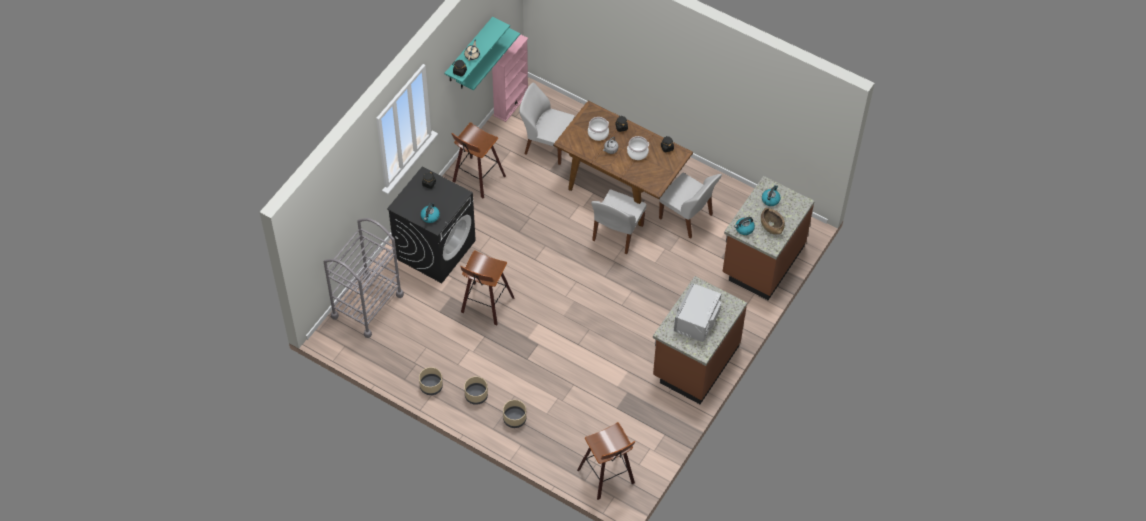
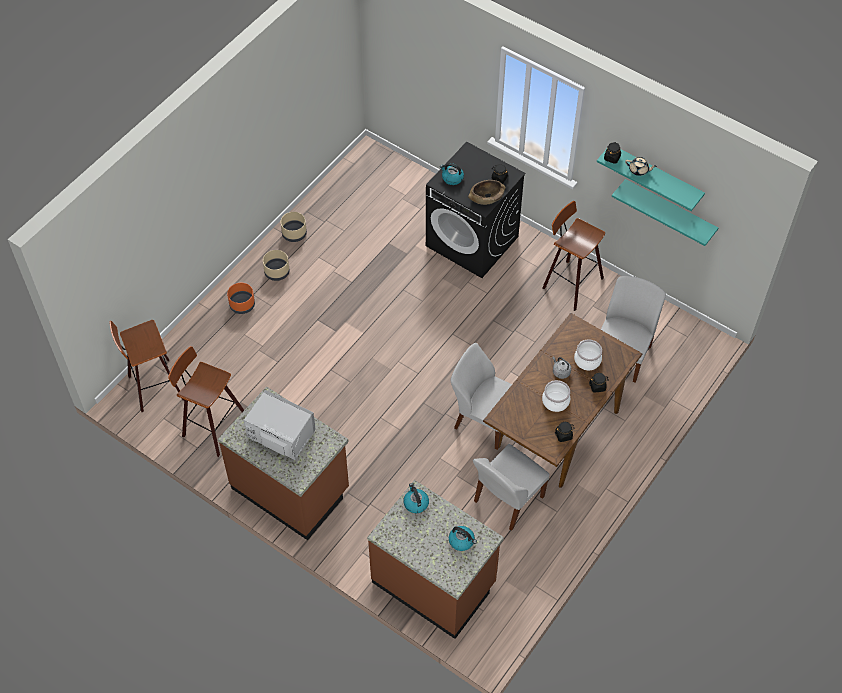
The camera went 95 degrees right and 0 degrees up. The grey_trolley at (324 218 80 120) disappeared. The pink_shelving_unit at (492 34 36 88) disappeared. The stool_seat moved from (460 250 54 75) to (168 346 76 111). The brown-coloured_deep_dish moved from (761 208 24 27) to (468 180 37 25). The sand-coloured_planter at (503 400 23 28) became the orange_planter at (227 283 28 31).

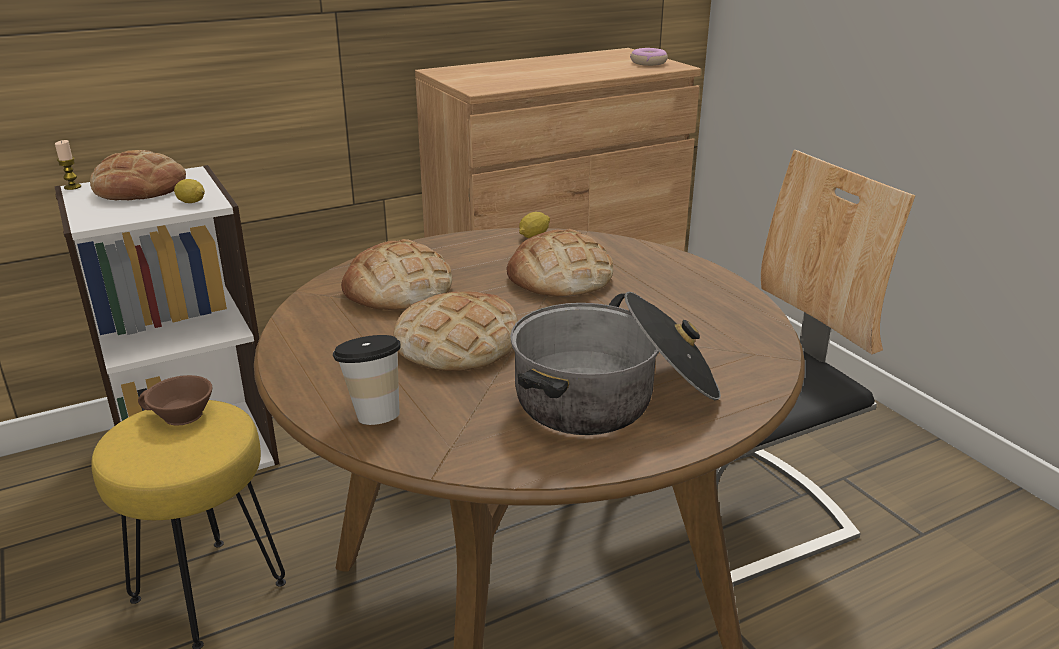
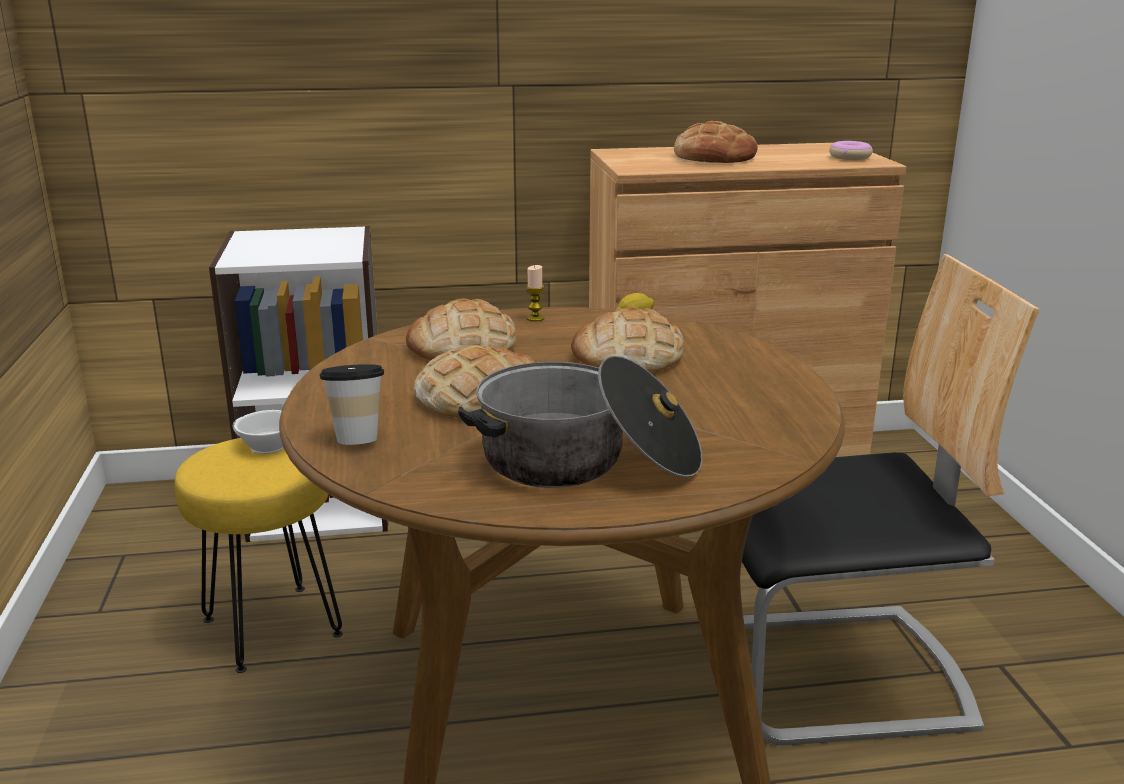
The camera went 20 degrees right and 5 degrees down. The lemon at (174 179 31 24) disappeared. The wax_light moved from (55 140 26 50) to (526 265 18 57). The baked_bread moved from (90 150 96 51) to (674 121 84 42). The brown-coloured_cup at (138 375 74 51) became the whitish_cup at (233 410 51 44).

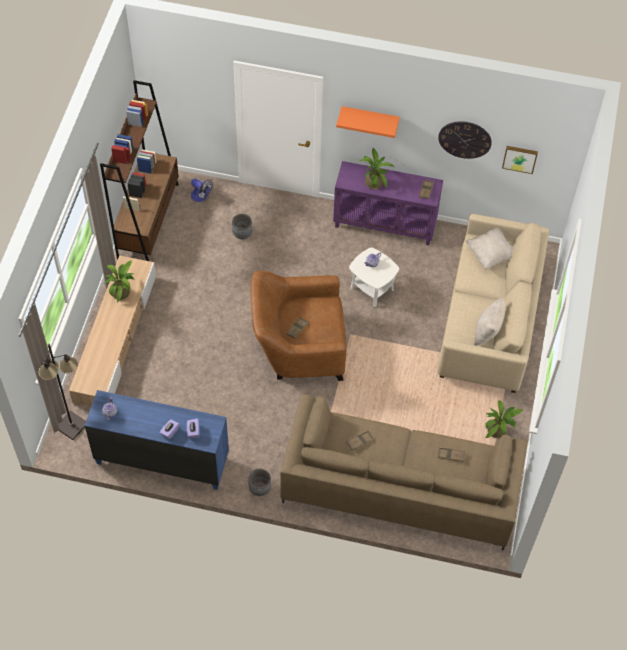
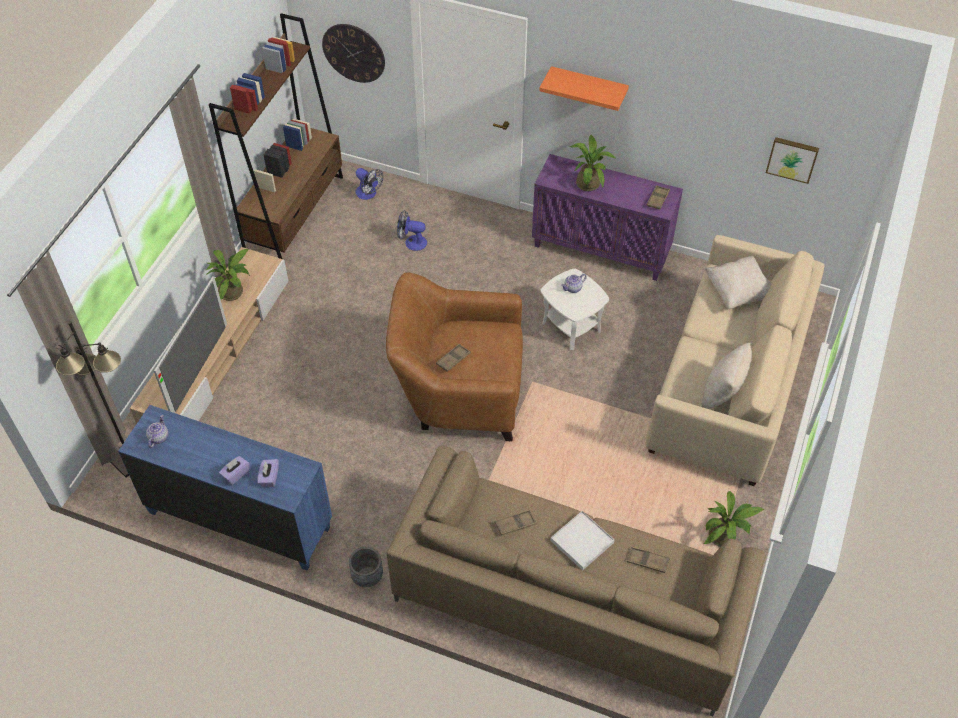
The camera went 10 degrees right and 5 degrees down. The TV_set at (154 276 73 137) appeared. The whitish_carrying_tray at (550 511 64 59) appeared. The hanging_clock moved from (438 121 54 38) to (322 24 63 59). The grey_planter at (232 214 20 25) was replaced by the cooling_fan at (397 210 30 41).

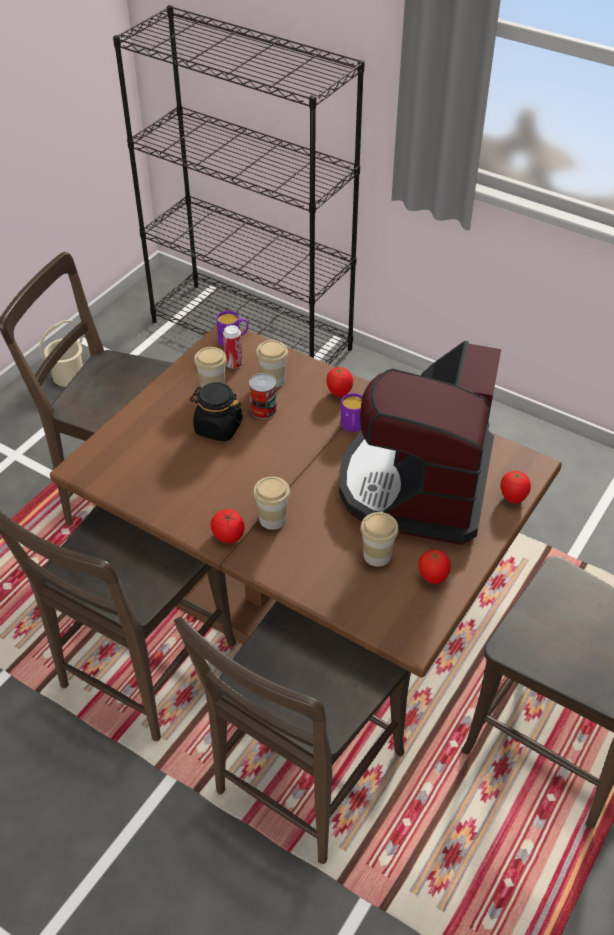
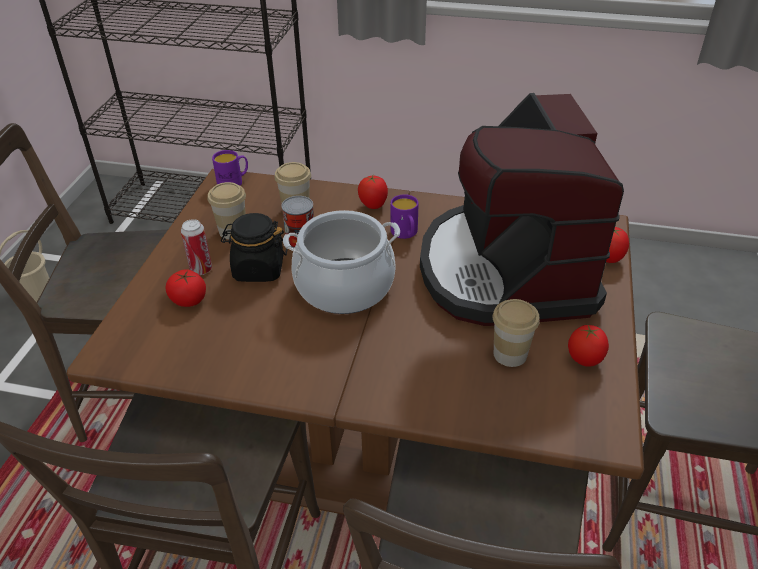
The camera went 20 degrees left and 5 degrees down. The cup at (253 476 37 54) disappeared. The stockpot at (283 210 117 104) appeared. The fresh_tomato moved from (211 509 34 34) to (165 269 41 38). The sealed_can moved from (223 325 20 44) to (181 219 31 56).

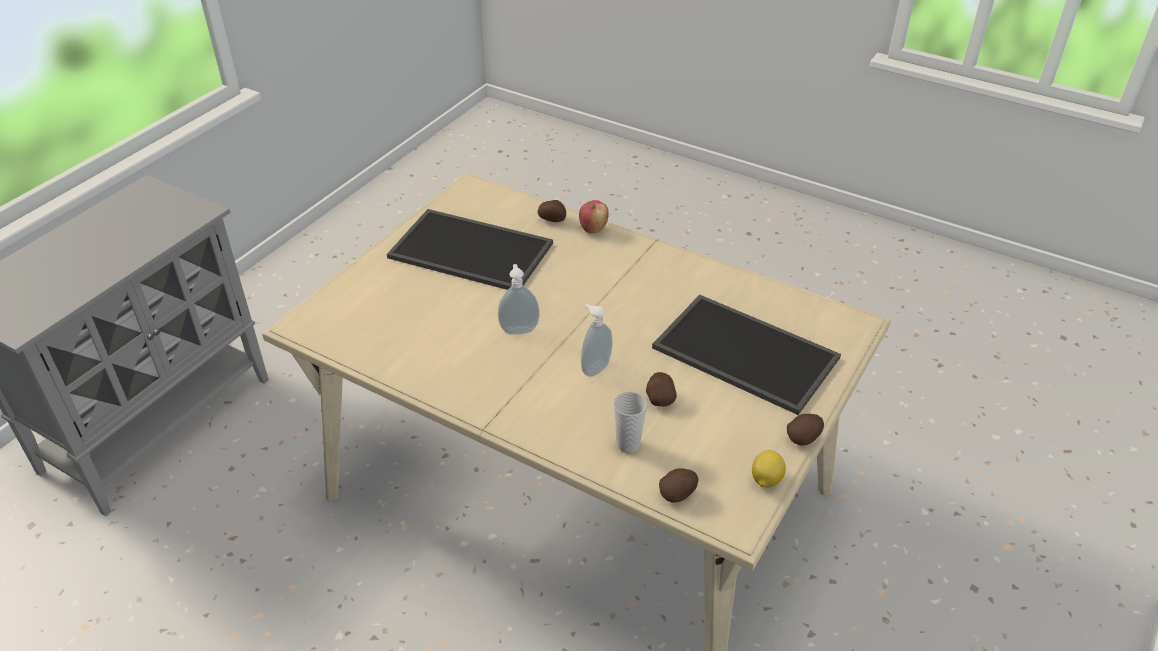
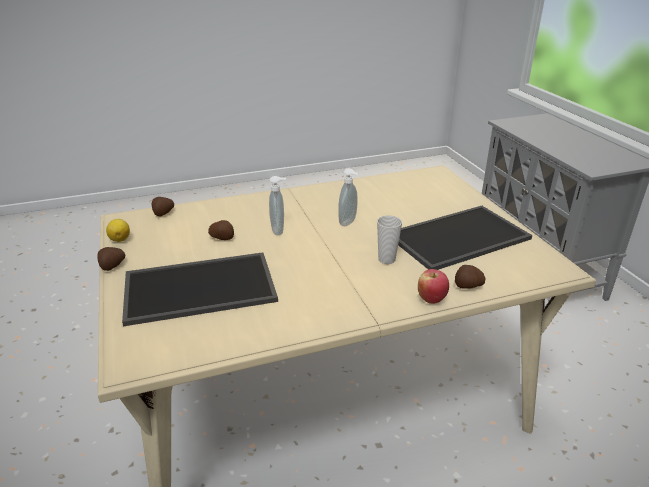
The camera went 130 degrees right and 10 degrees down. The cup moved from (614 392 33 61) to (377 215 25 49).

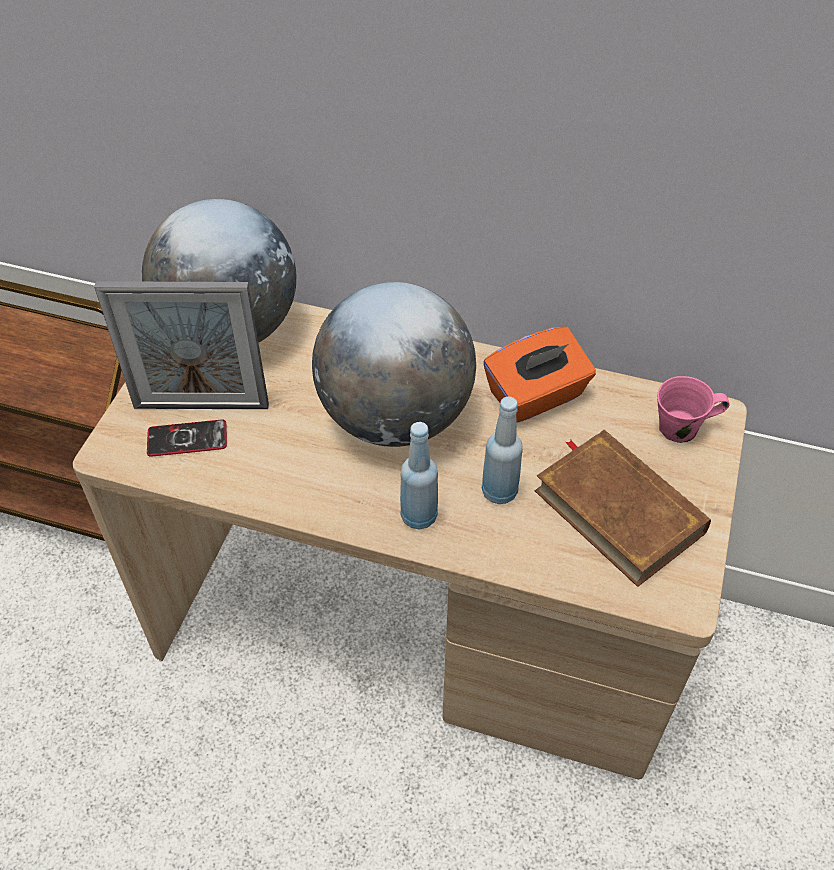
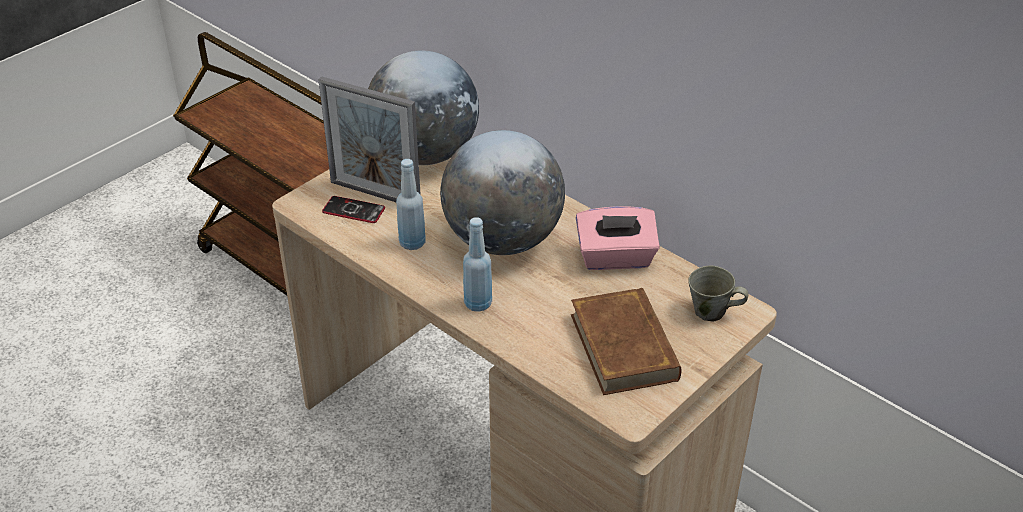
The camera went 25 degrees right and 10 degrees down. The blue_bottle moved from (482 396 41 108) to (396 159 30 91). The orange_tissue_box at (483 326 113 97) became the pink_tissue_box at (576 206 84 64). The pink_coffee_mug at (657 376 73 67) became the grey_coffee_mug at (688 266 61 56).

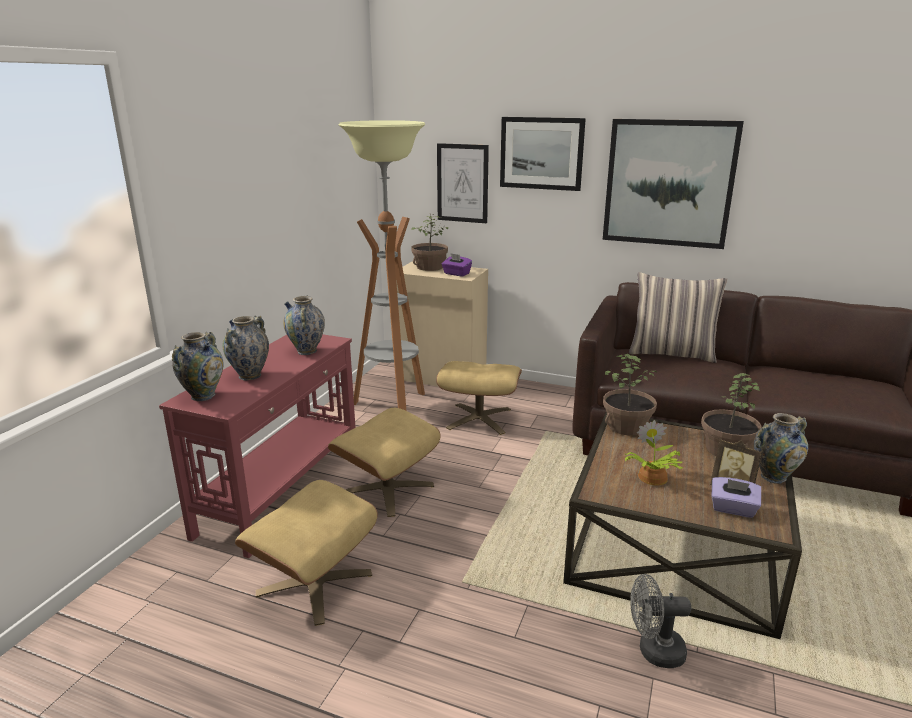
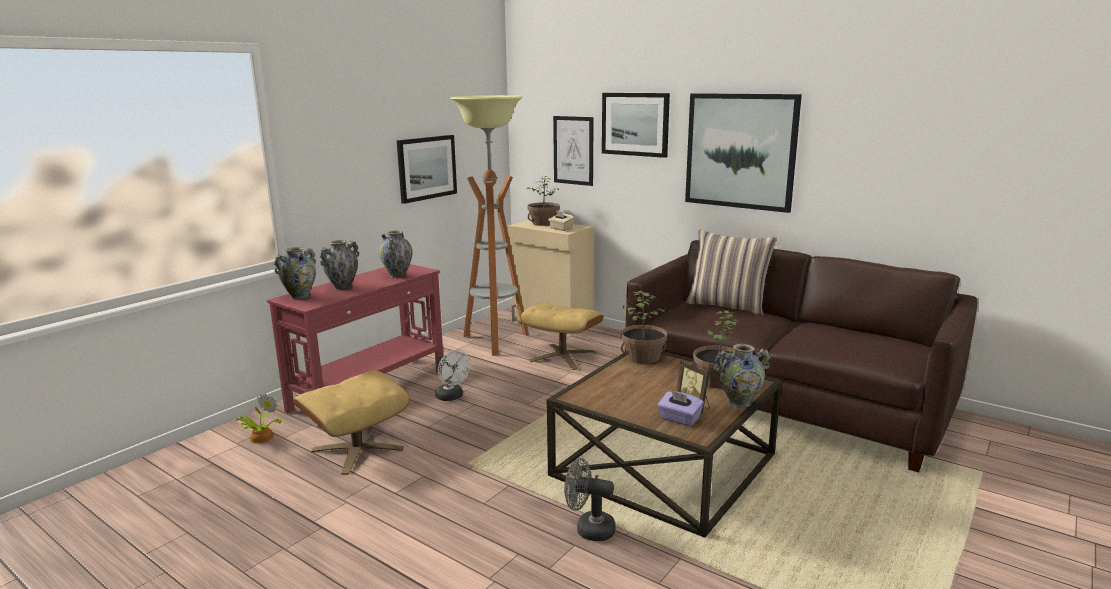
The camera went 15 degrees right and 5 degrees down. The picture at (397 135 60 69) appeared. The plant_in_a_pot moved from (624 420 59 66) to (235 394 47 50). The sand-coloured_ottoman at (328 408 113 109) was replaced by the whitish_cooling_fan at (435 350 36 51). The purplish_tissue_box at (442 253 30 24) became the sand-coloured_tissue_box at (548 210 27 21).

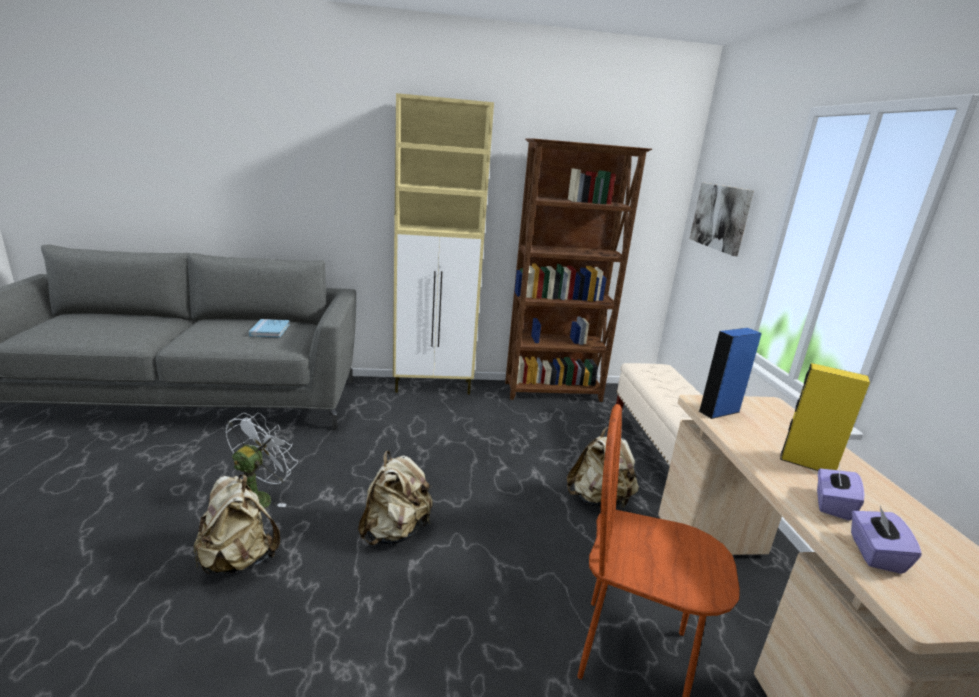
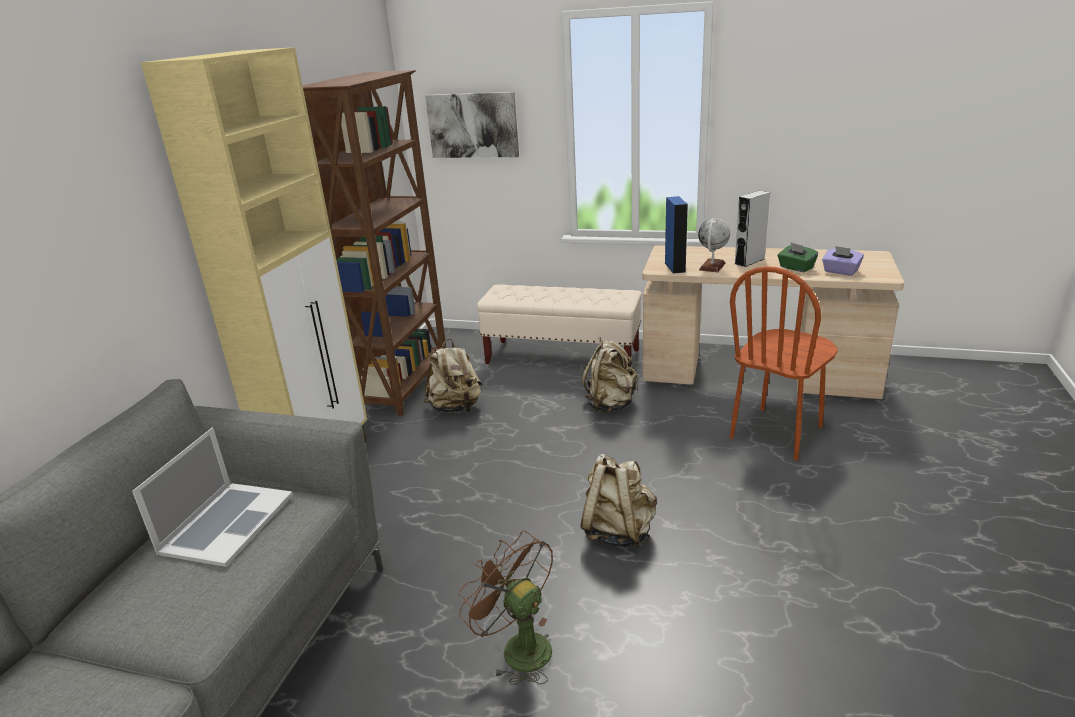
The camera went 65 degrees left and 5 degrees up. The world_globe at (698 218 32 54) appeared. The sand-coloured_knapsack moved from (194 475 86 100) to (423 338 59 75). The blue_volume at (249 319 41 19) was replaced by the portable_computer at (132 427 161 140). The whitish_cooling_fan at (225 413 73 99) became the brown-coloured_cooling_fan at (459 531 94 155). The yellow-coloured_audio_speaker at (780 363 90 108) became the grey_audio_speaker at (735 191 35 76). The purplish_tissue_box at (817 465 48 55) became the greenish_tissue_box at (778 242 40 30).

